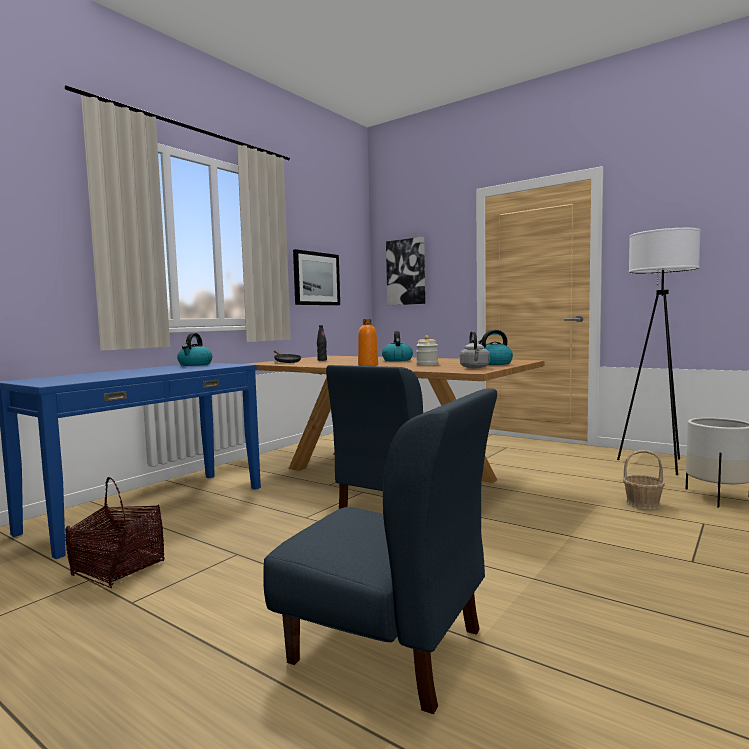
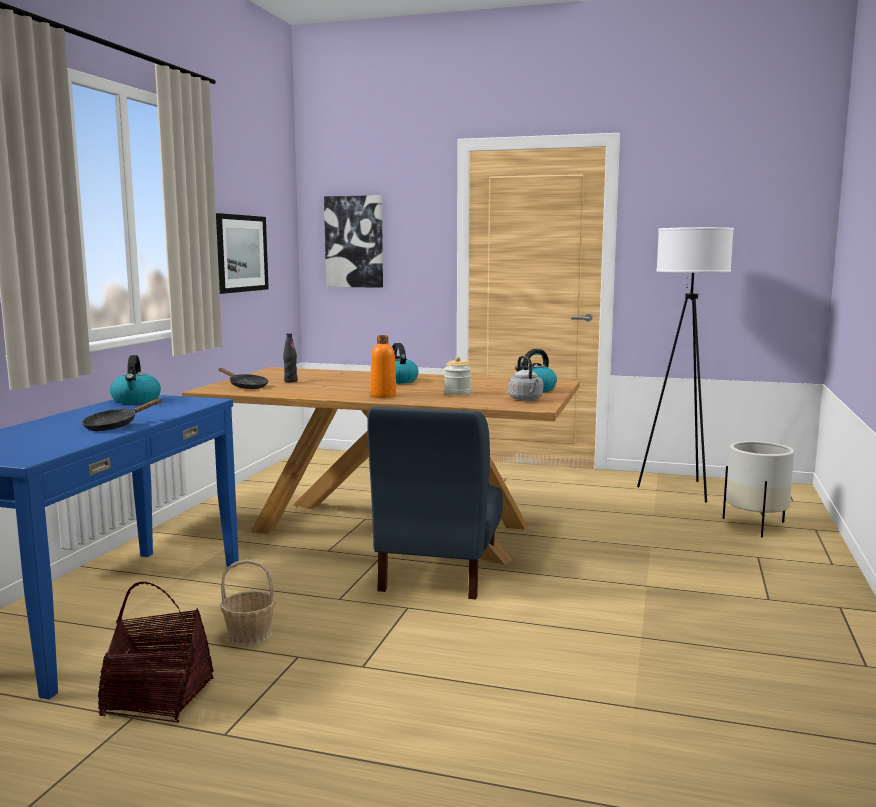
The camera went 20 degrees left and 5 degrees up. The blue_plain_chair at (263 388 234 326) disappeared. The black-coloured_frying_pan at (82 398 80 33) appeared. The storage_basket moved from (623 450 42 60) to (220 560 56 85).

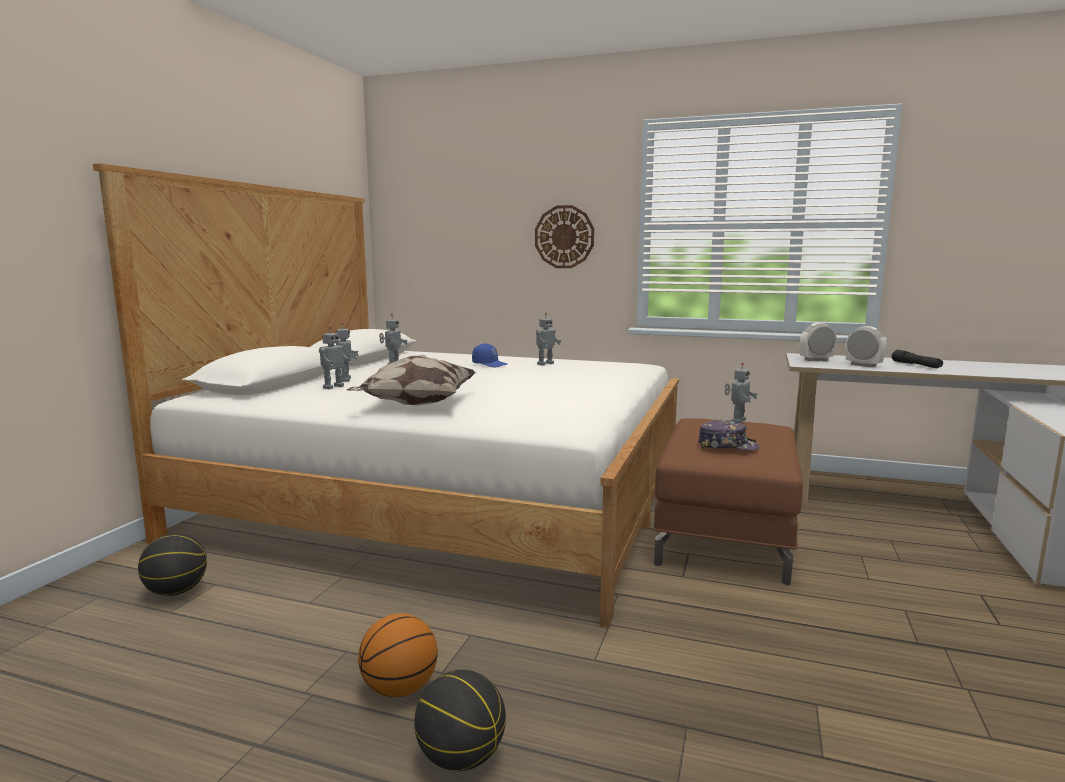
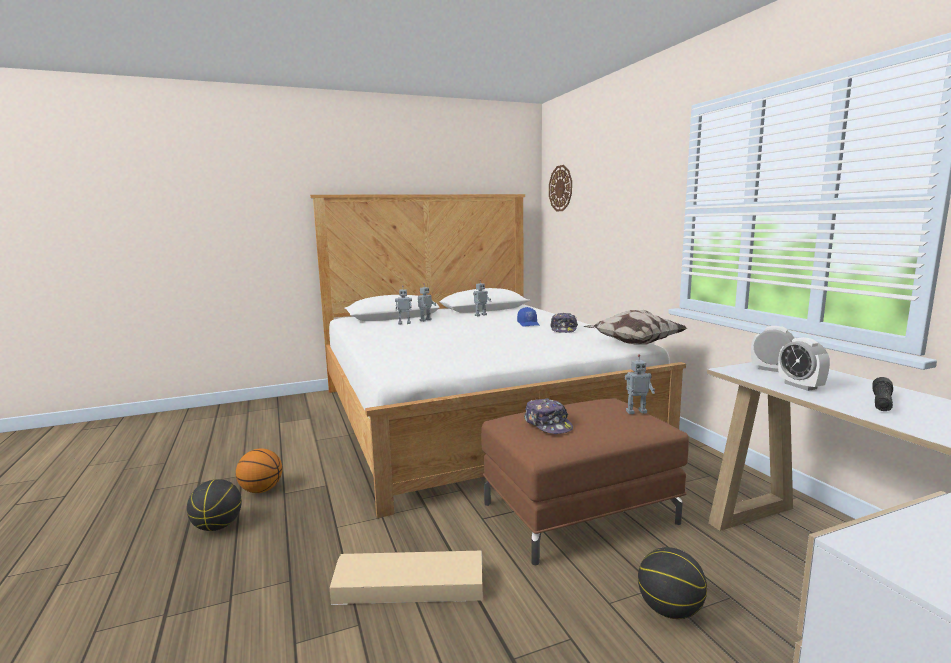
The camera went 50 degrees right and 0 degrees up. The sand-coloured_storage_container at (330 551 153 54) appeared. The basketball_ball moved from (138 533 69 63) to (638 547 69 72). The pillow moved from (346 355 130 50) to (583 310 104 35). The hanging_clock moved from (535 205 59 63) to (549 165 23 46). The robot_figure at (536 313 25 52) was replaced by the peaked_cap at (550 313 28 20). The table_clock at (845 326 41 41) turned 150 degrees clockwise.

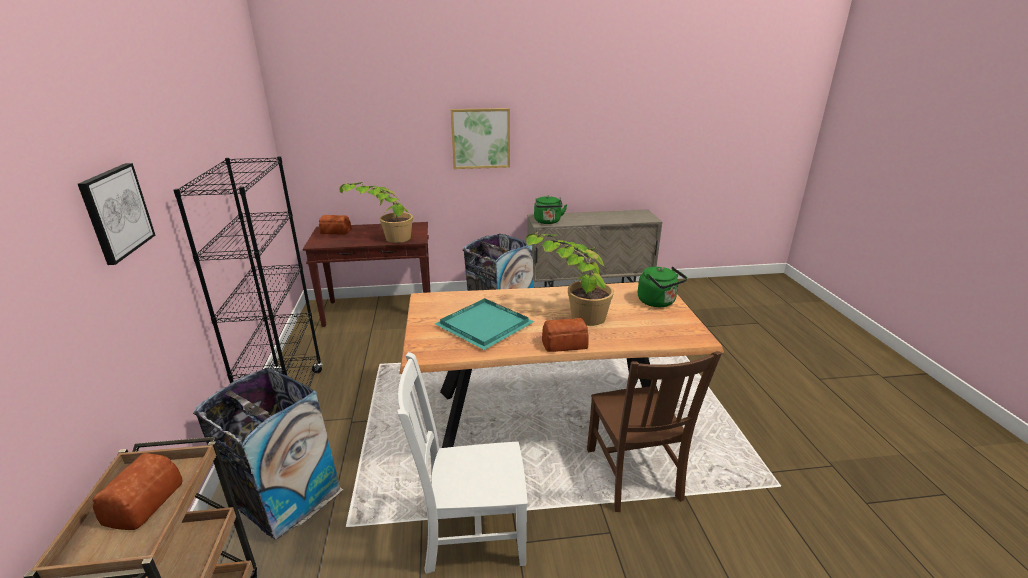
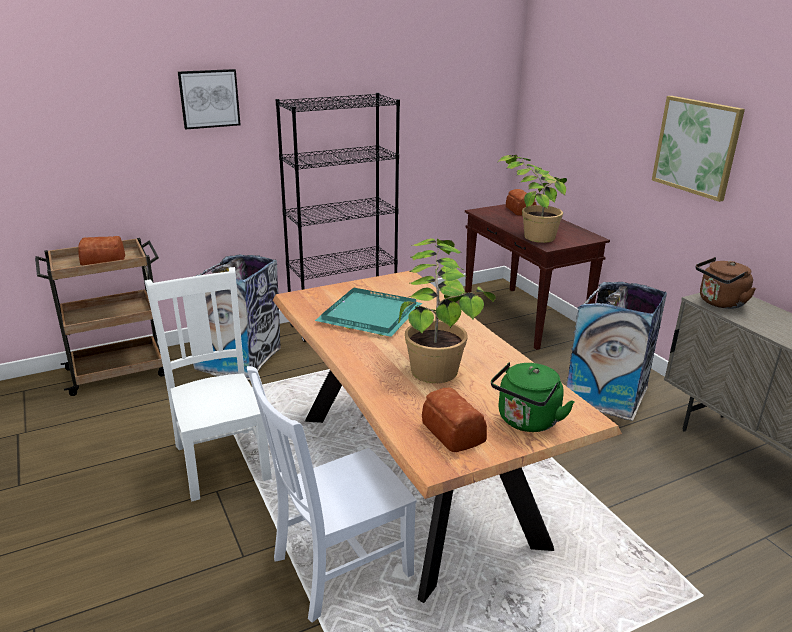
The camera went 70 degrees right and 0 degrees up. The baked_bread moved from (542 318 47 34) to (422 388 65 64). The greenish_tea_kettle at (534 196 33 28) became the brown-coloured_tea_kettle at (696 257 60 52). The brown-coloured_plain_chair at (587 351 135 161) became the whitish_plain_chair at (247 366 170 257).

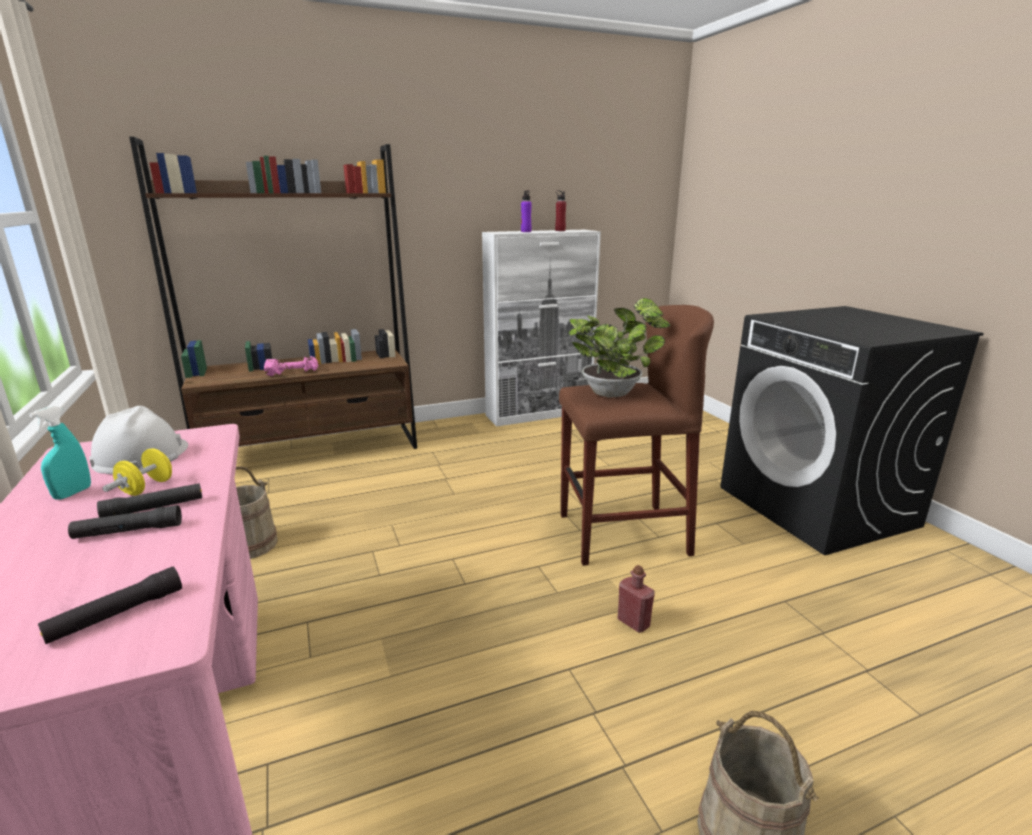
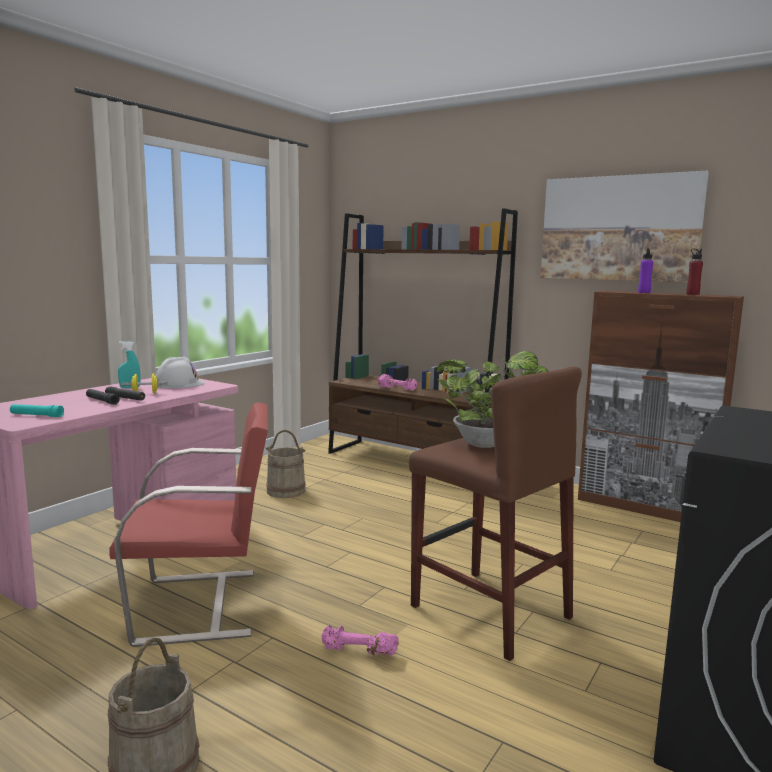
The camera went 55 degrees right and 10 degrees down. The red-coloured_plain_chair at (109 402 159 245) appeared. The picture at (541 170 168 112) appeared. The red-coloured_bottle at (617 565 38 68) was replaced by the pink_dumbbell at (321 625 78 30). The black-coloured_torch at (38 567 144 77) became the turquoise_torch at (10 404 54 13). The whitish_cupboard at (482 230 119 196) became the brown-coloured_cupboard at (578 291 166 231).

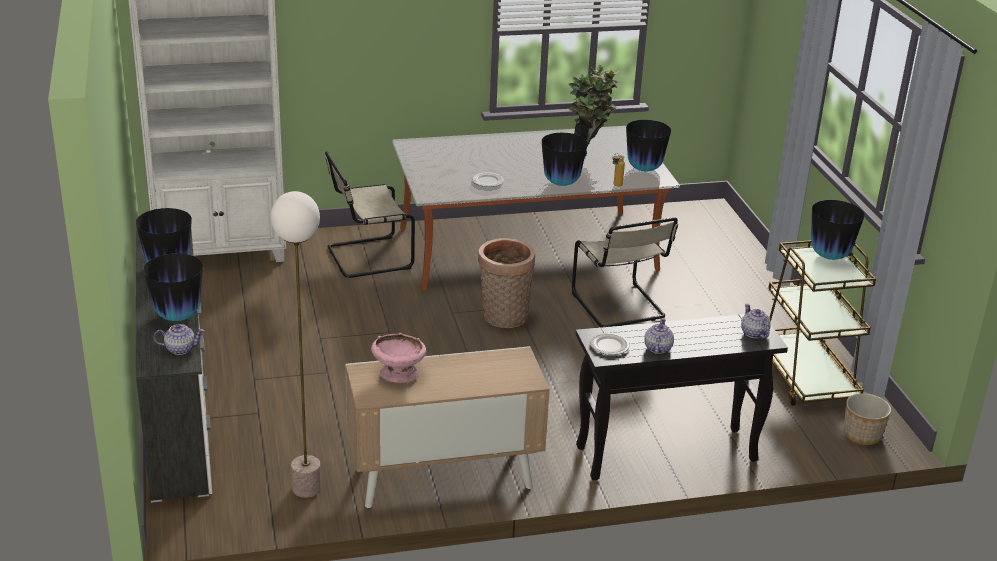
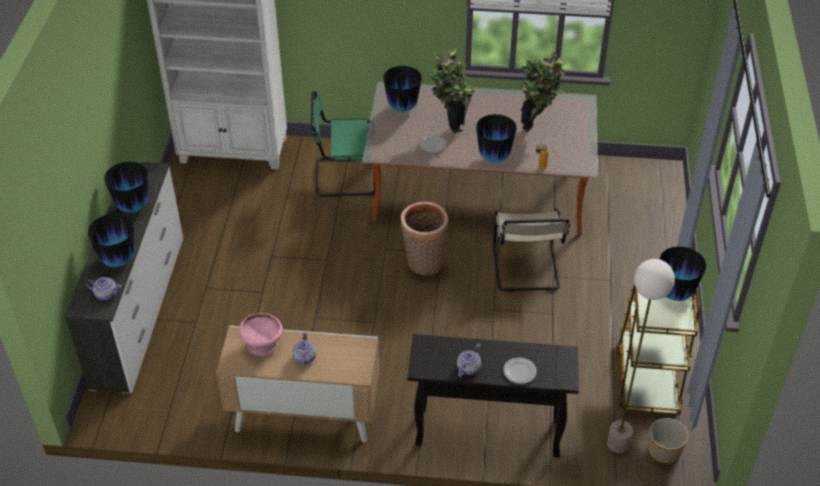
The camera went 20 degrees right and 15 degrees up. The plant_in_a_pot at (429 48 46 85) appeared. The floor_lamp moved from (271 191 50 307) to (607 259 68 194). The plate moved from (590 333 40 22) to (503 357 34 27). The flower_vase moved from (626 120 45 51) to (383 66 39 46). The tea_pot moved from (741 304 30 35) to (292 332 24 36). The sand-coloured_plain_chair at (325 151 90 127) became the greenish_plain_chair at (311 91 64 106).

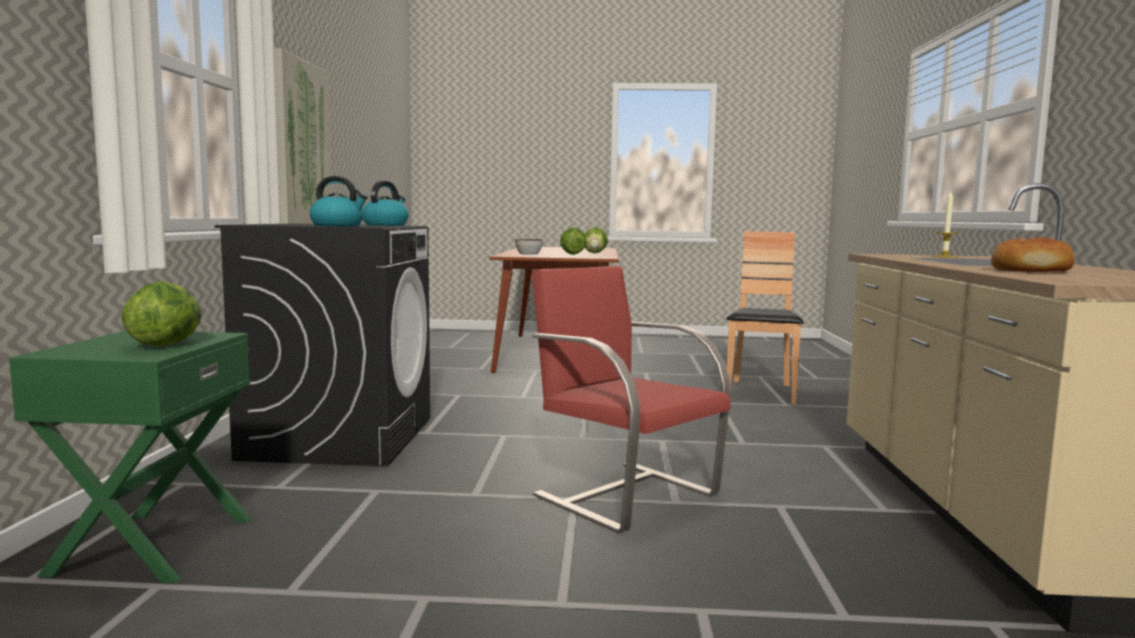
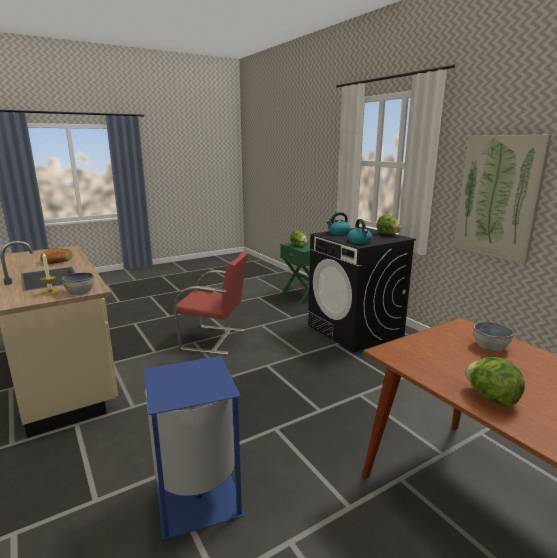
The camera went 145 degrees right and 10 degrees up. The deep_dish at (61 272 33 22) appeared. The head_of_lettuce moved from (560 227 27 28) to (377 215 25 20). The brown-coloured_plain_chair at (727 231 76 174) was replaced by the blue_rubbish_bin at (144 356 101 184).

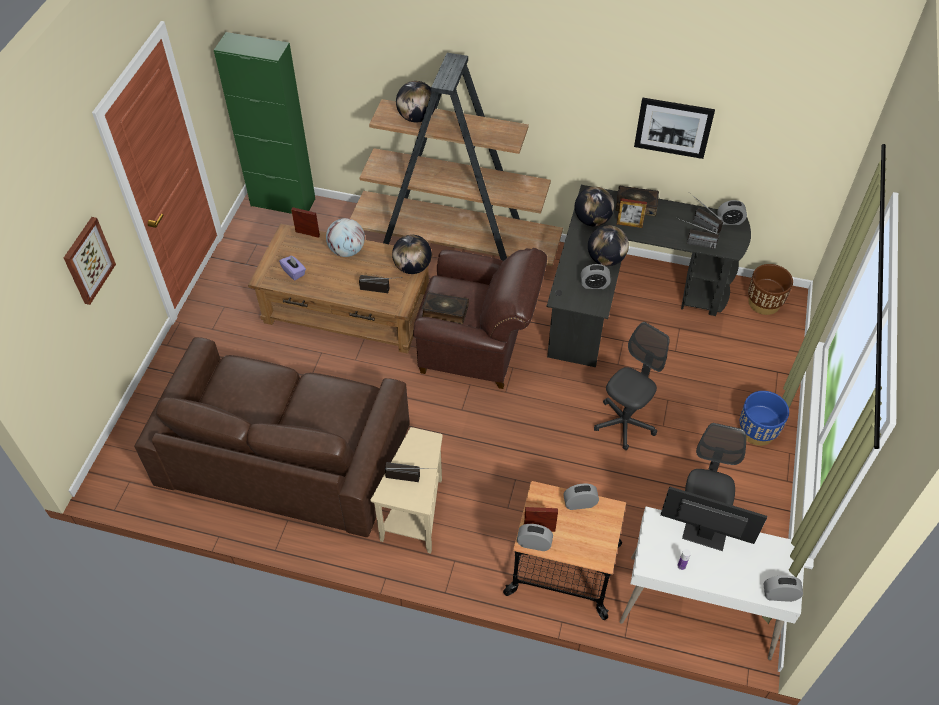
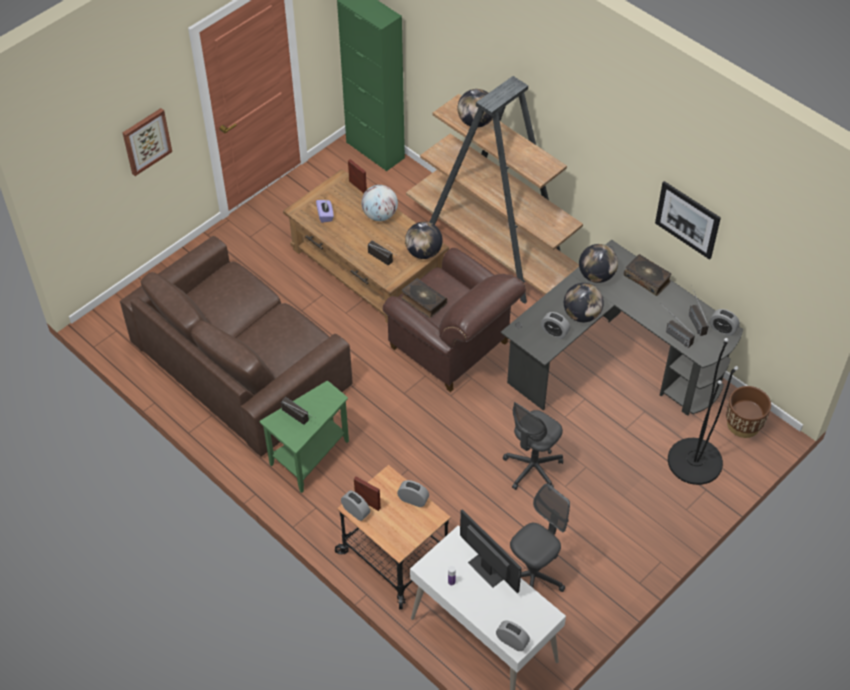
The camera went 30 degrees right and 0 degrees up. The picture_frame at (617 198 30 30) disappeared. The blue_planter at (740 391 49 55) disappeared. The black-coloured_floor_lamp at (668 338 70 147) appeared. The sand-coloured_accent_table at (370 427 73 127) became the greenish_accent_table at (260 381 89 112). The grey_desk_chair at (594 322 76 128) turned 150 degrees clockwise.

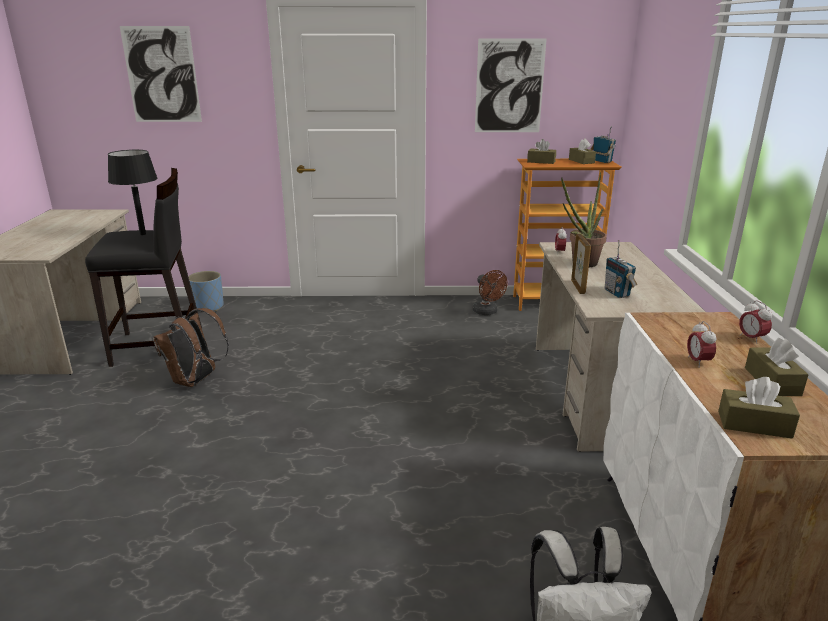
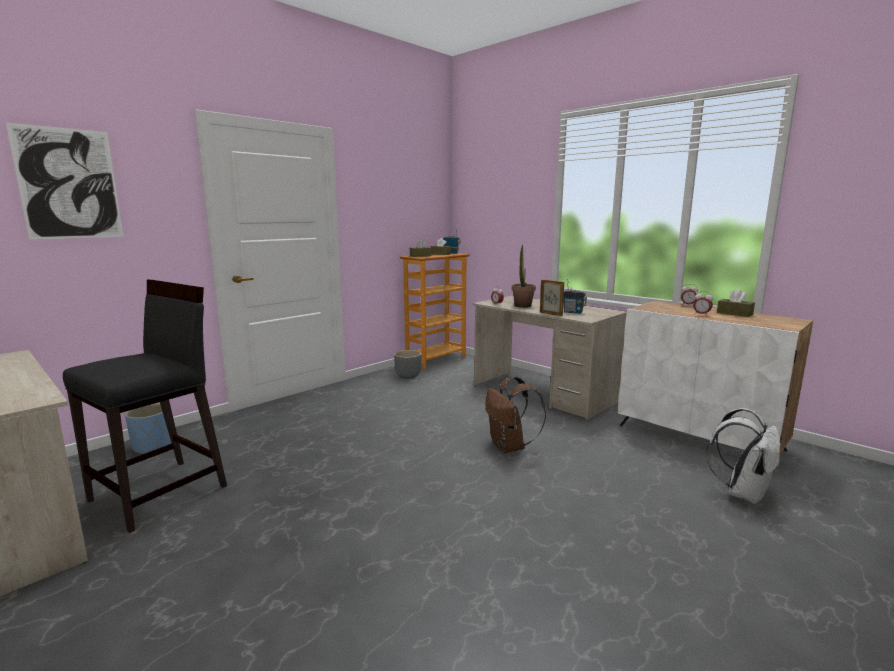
The camera went 45 degrees left and 10 degrees down. The black-coloured_table_lamp at (108 150 50 85) disappeared. The picture at (475 38 72 94) disappeared. The brown-coloured_tissue_box at (718 377 82 62) disappeared. The brown-coloured_knapsack moved from (153 308 76 79) to (485 376 61 77). The brown-coloured_cooling_fan at (473 270 35 45) was replaced by the grey_planter at (394 350 28 29).

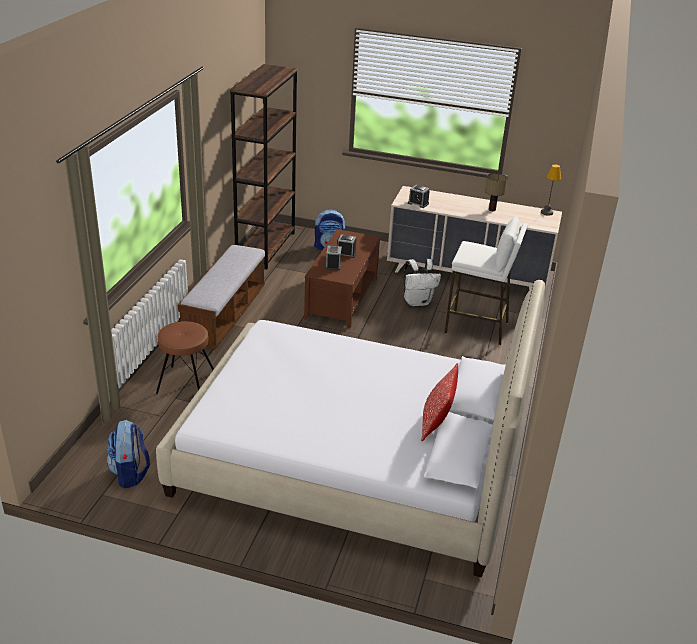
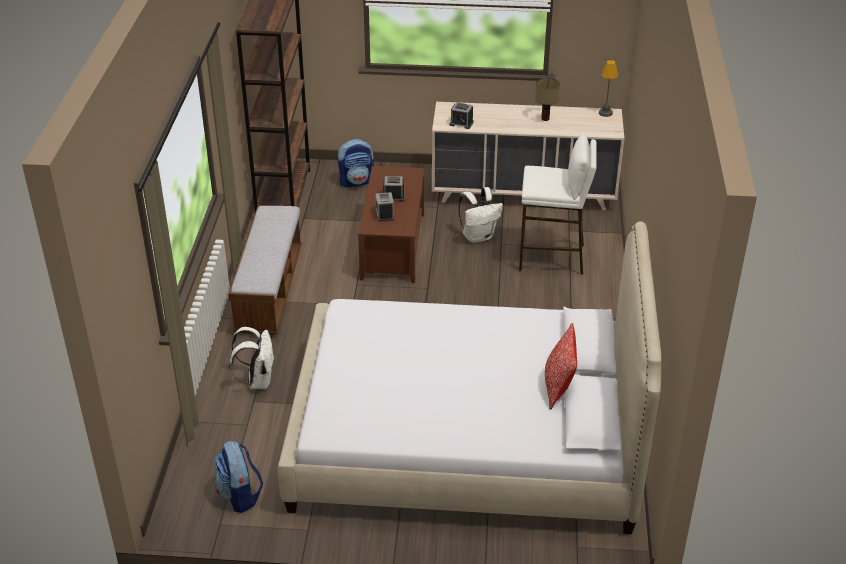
The camera went 10 degrees left and 5 degrees up. The brown-coloured_stool_seat at (156 321 58 73) was replaced by the whitish_knapsack at (229 327 45 62).

